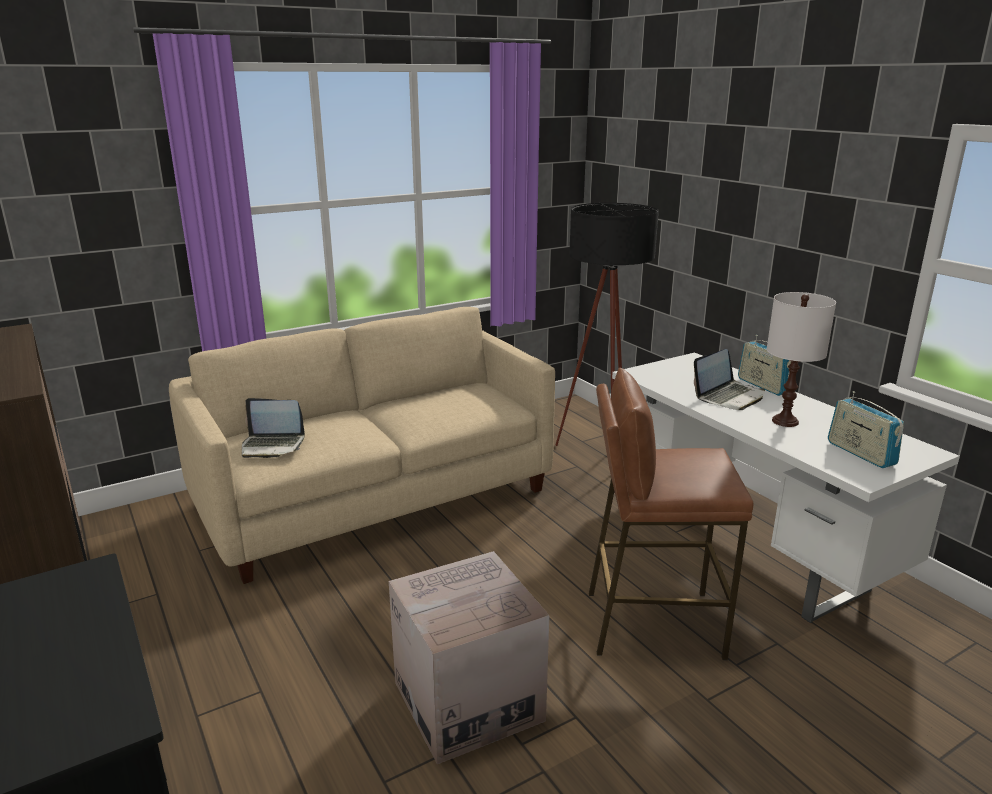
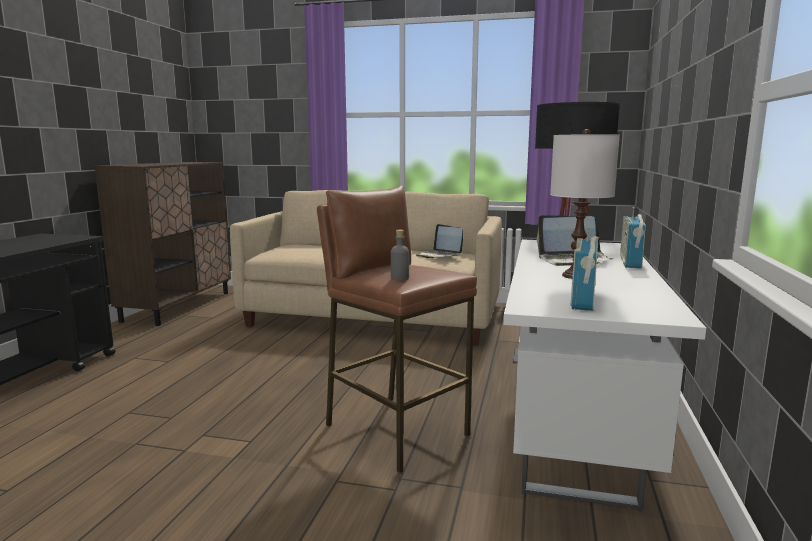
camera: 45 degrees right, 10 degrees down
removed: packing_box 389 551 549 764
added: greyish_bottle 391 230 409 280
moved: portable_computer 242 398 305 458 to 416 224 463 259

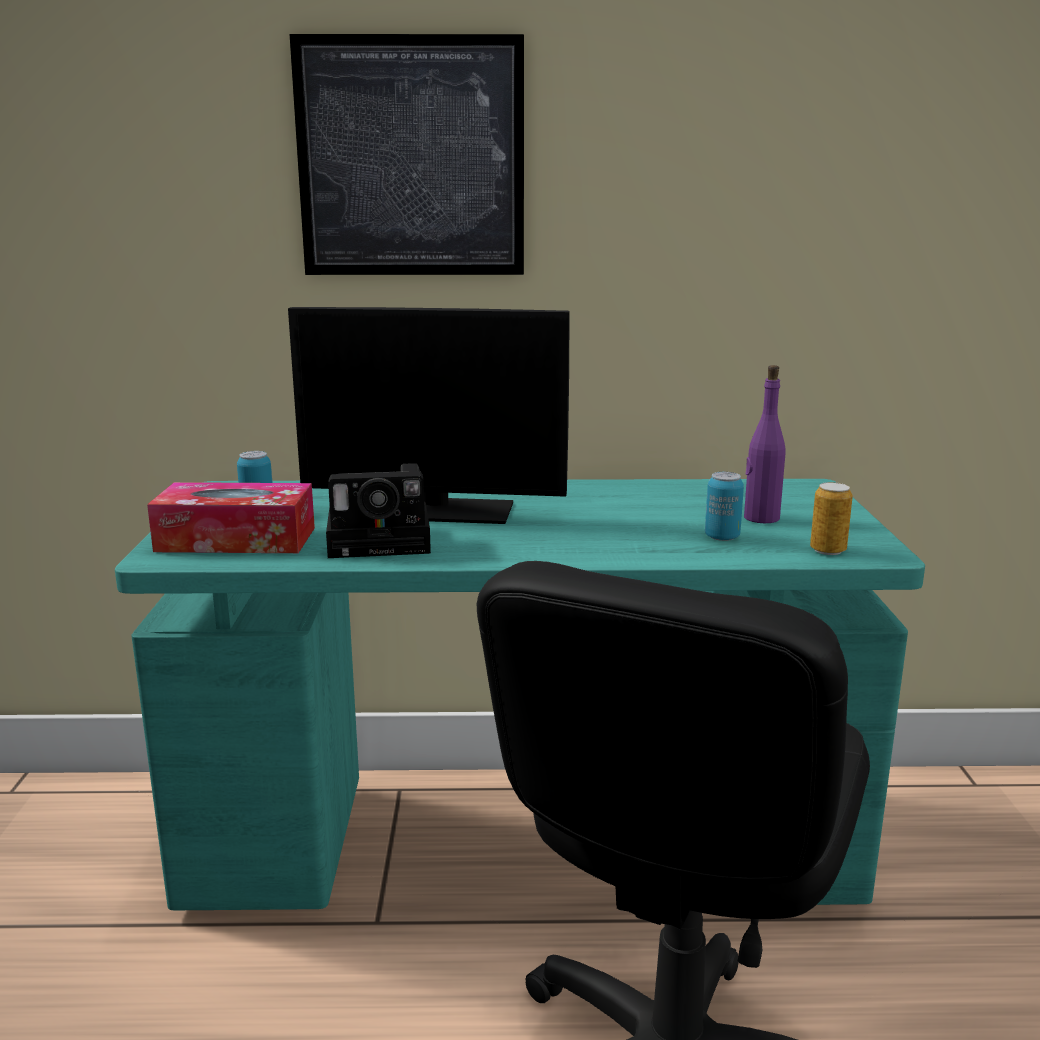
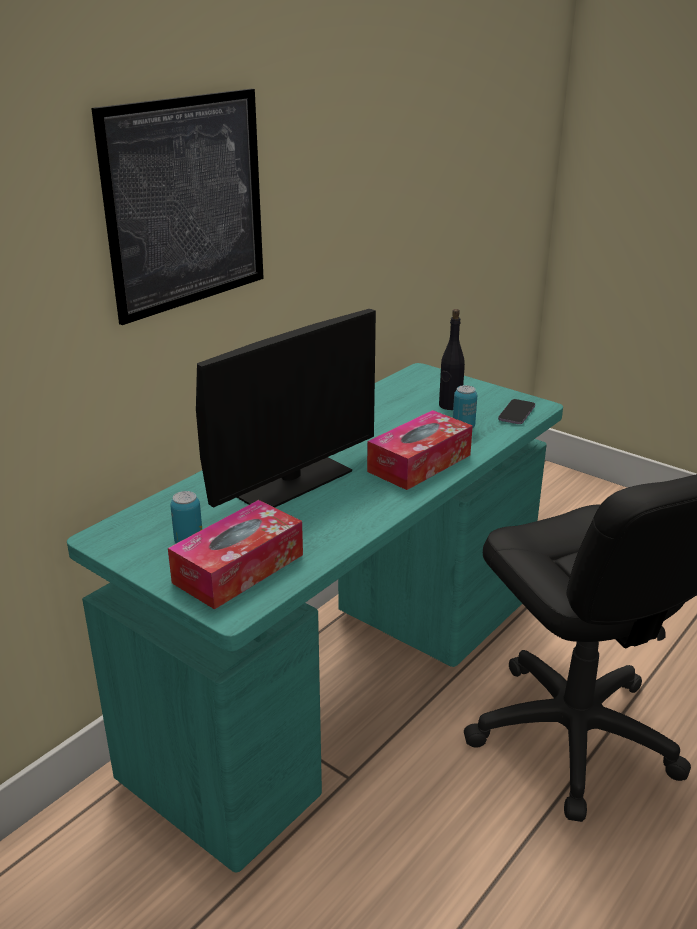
camera: 50 degrees left, 10 degrees up
removed: still_camera 326 463 431 558
added: tissue_holder 367 410 473 490
replaced: sealed_can 810 482 853 555 to telephone 498 399 535 424
recoloured: purplish_bottle 744 365 785 523 to blackish_bottle 439 309 465 410

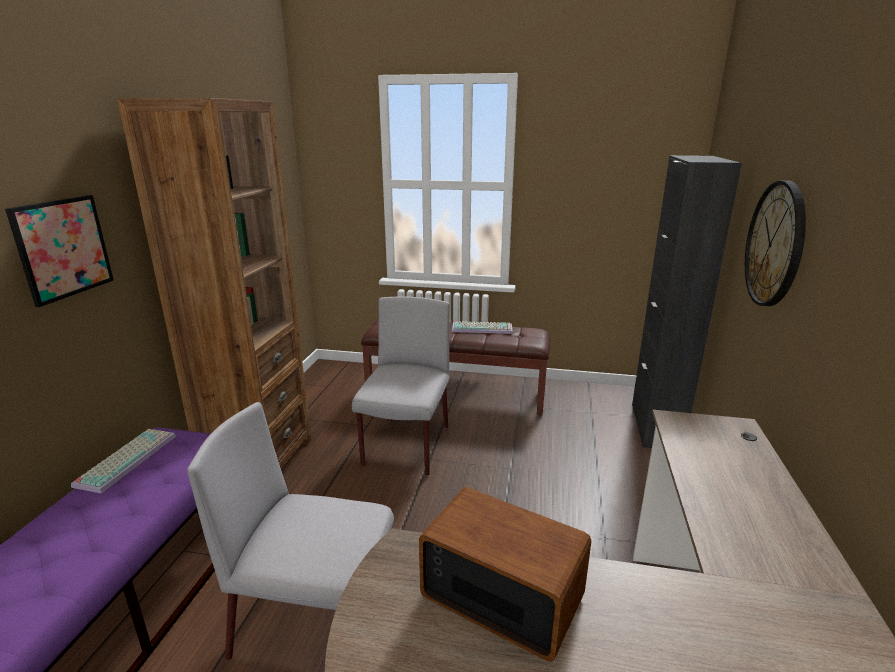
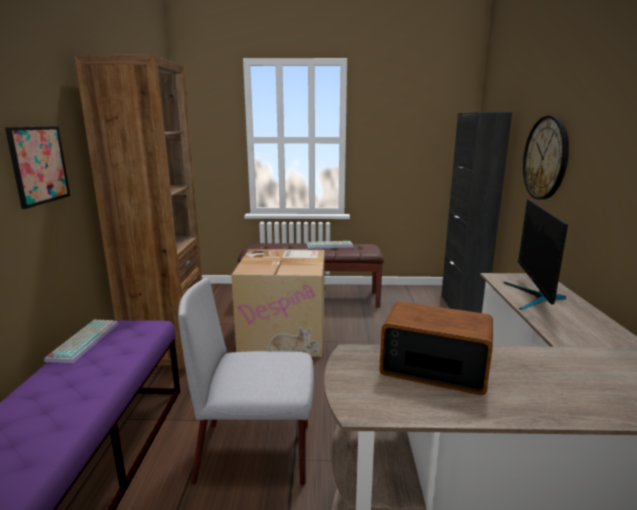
camera: 10 degrees left, 5 degrees down
added: computer_display 504 199 568 310
replaced: greyish_upright_chair 352 297 450 476 to packing_box 231 249 325 357

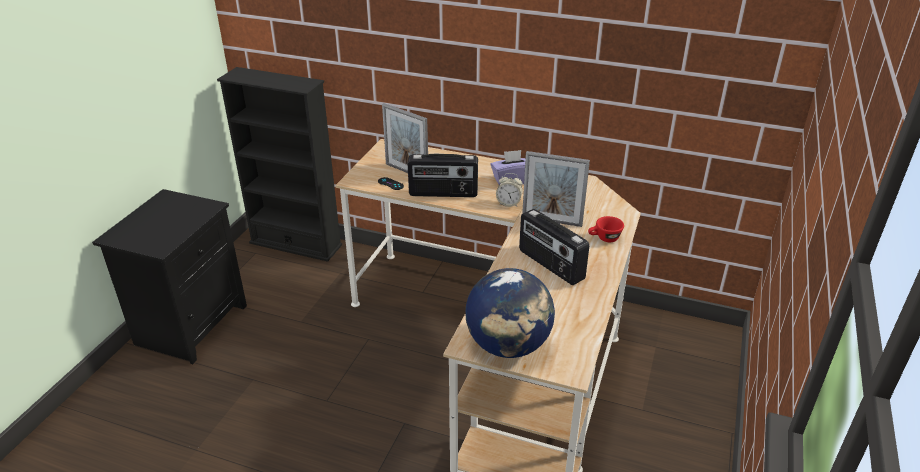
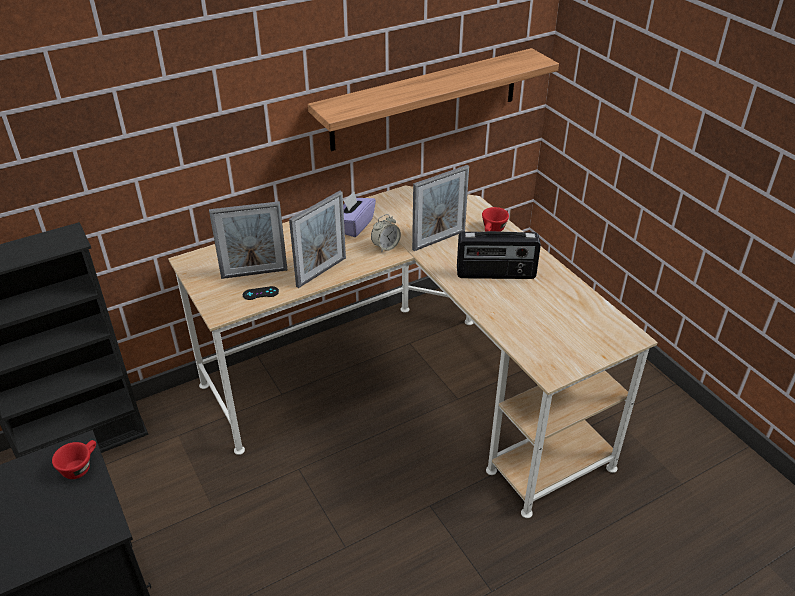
camera: 50 degrees left, 5 degrees up
removed: world_globe 465 268 555 358
added: reddish_small_cup 52 440 96 479; wall_shelf 308 48 559 151
replaced: radio_receiver 408 154 478 197 to picture_frame 289 191 346 288

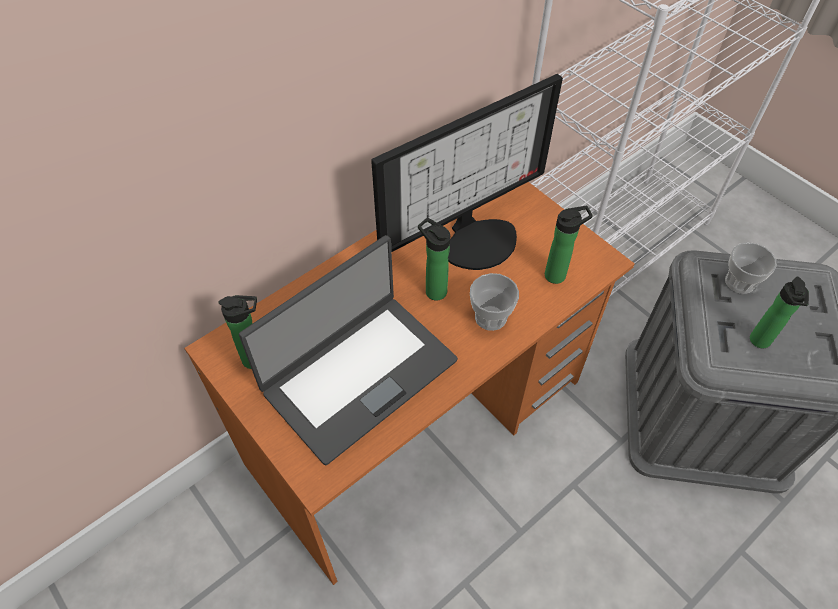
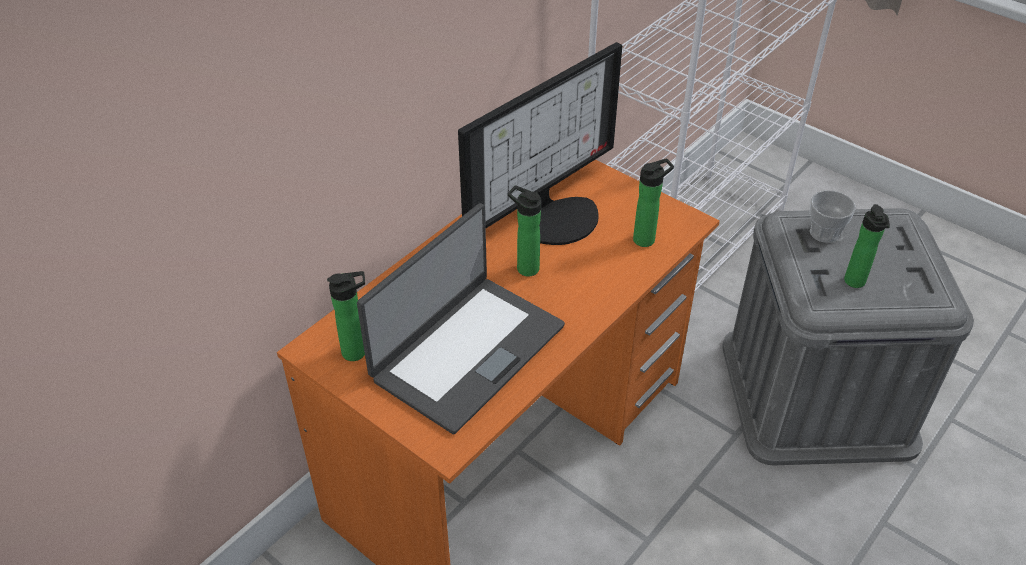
camera: 10 degrees left, 10 degrees down
removed: small_cup 470 273 519 331

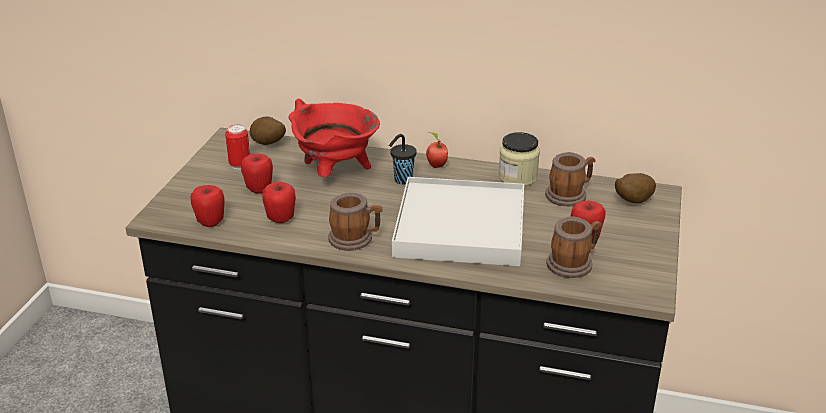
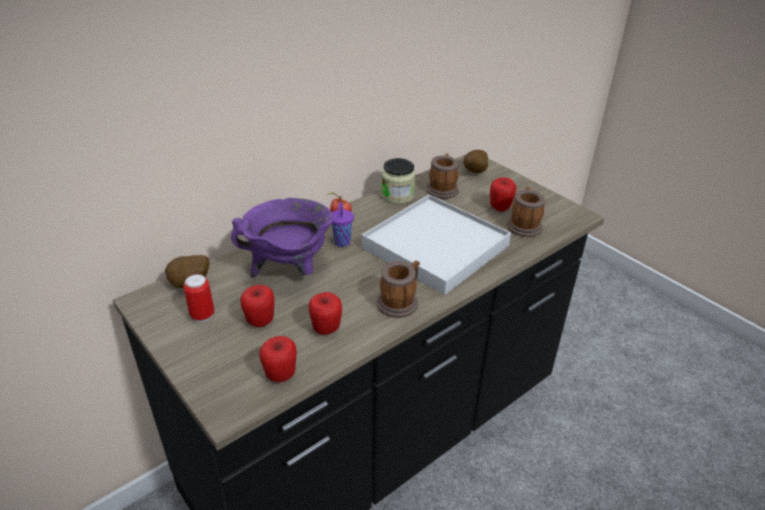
camera: 55 degrees left, 5 degrees up
recoloured: reddish_stockpot 289 99 380 177 to purplish_stockpot 231 198 334 278; blackish_small_cup 389 134 417 185 to purplish_small_cup 332 202 354 247

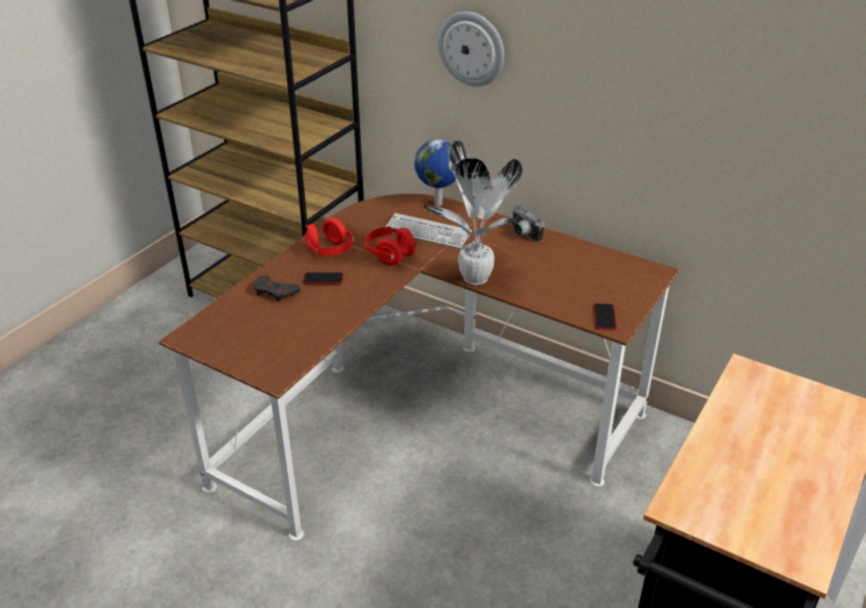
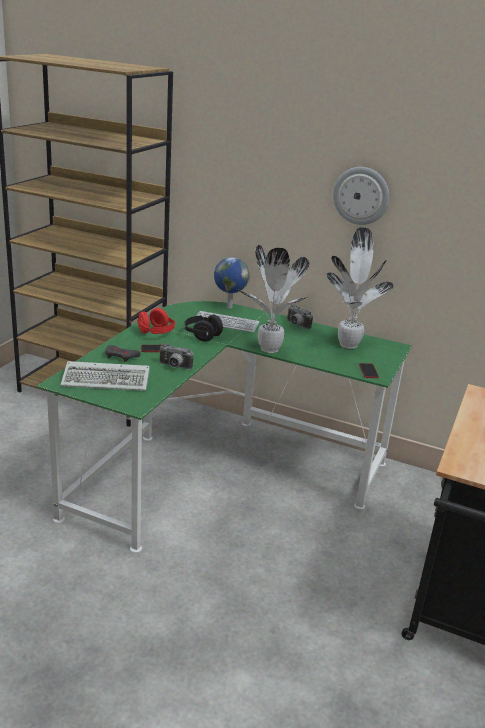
camera: 10 degrees left, 10 degrees down
added: PC_keyboard 60 361 150 391; still_camera 159 343 194 369; plant_in_a_pot 326 227 394 349
moved: wall_clock 438 11 504 86 to 333 167 389 225
recoloured: brown-coloured_desk_table 159 194 679 541 to green_desk_table 37 301 412 553; reddish_headset 364 227 417 266 to blackish_headset 184 314 224 342

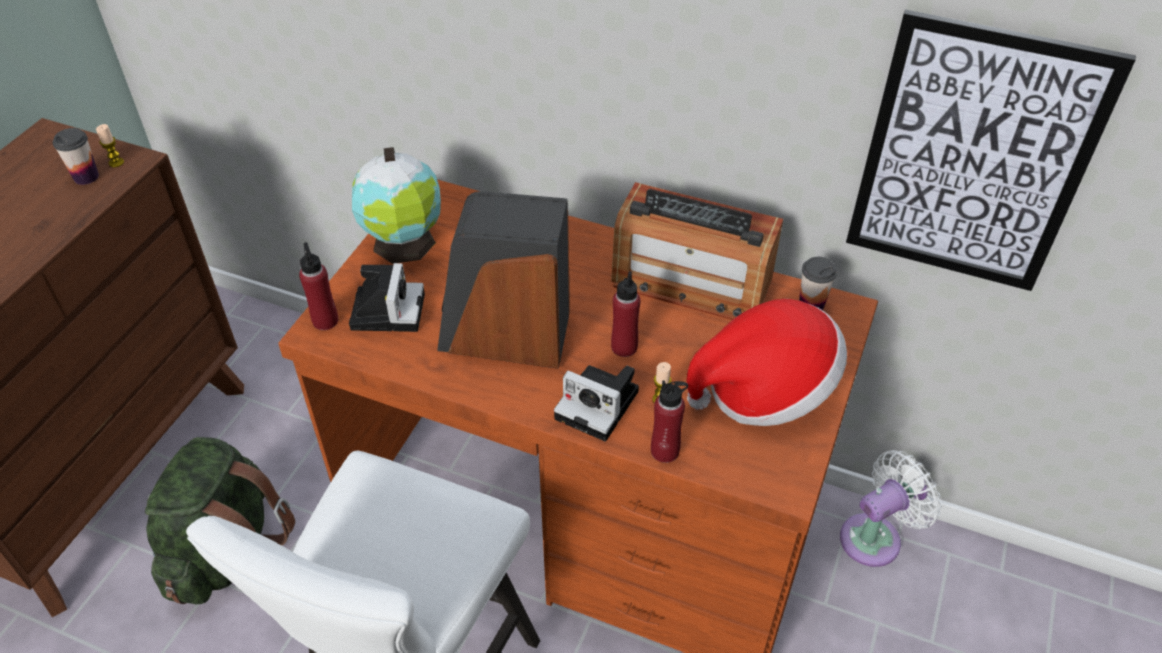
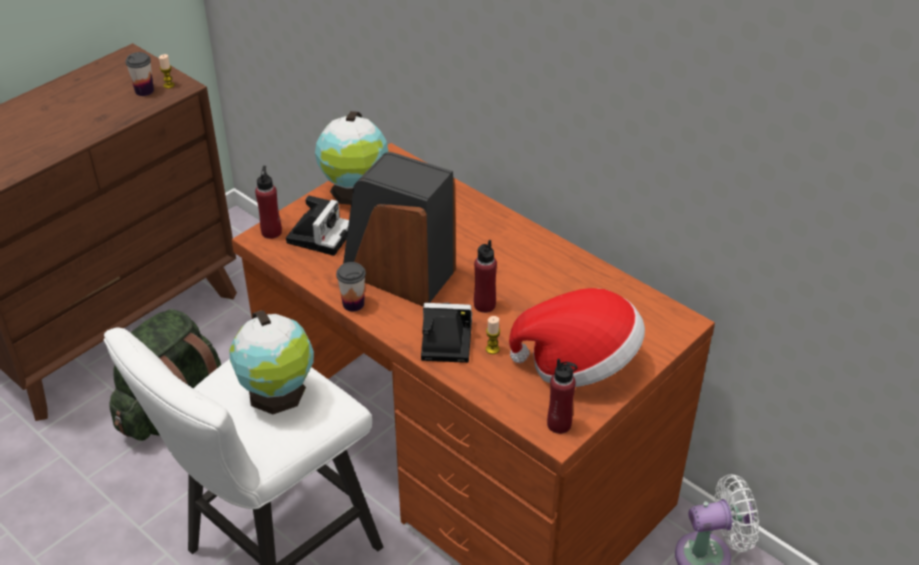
camera: 20 degrees right, 5 degrees down
removed: radio_receiver 611 182 783 320; wall_art 846 9 1136 291
added: world_globe 230 310 314 414
moved: small_cup 799 257 837 310 to 336 262 366 312; reddish_bottle 651 381 688 463 to 547 359 577 434
turned: still_camera 554 365 639 442 = 421 303 472 363 135 degrees clockwise

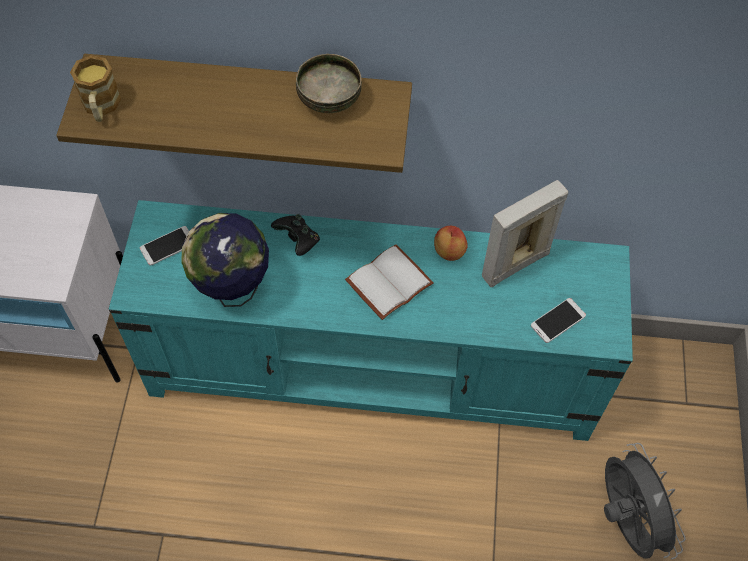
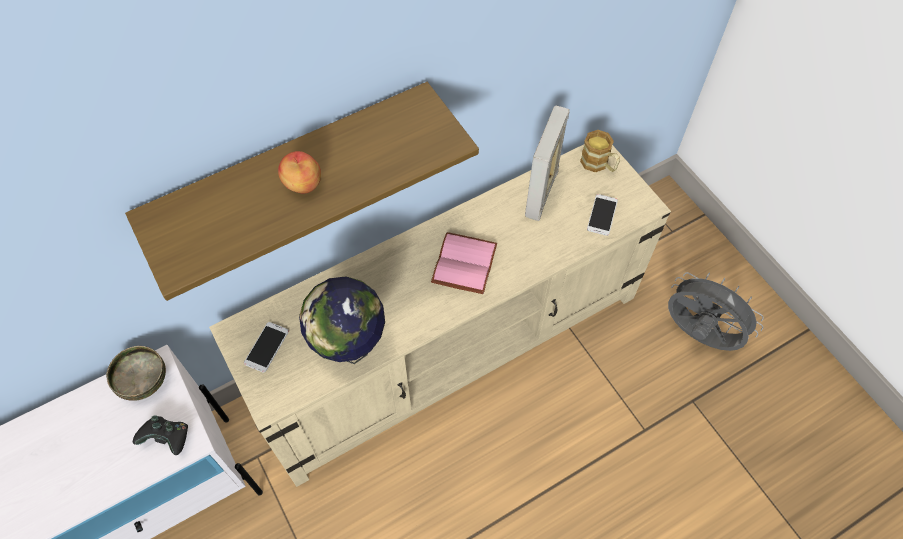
camera: 35 degrees left, 0 degrees up
moved: bowl 296 54 362 113 to 106 346 166 401; blackish_joypad 271 214 320 256 to 133 415 188 455; whole_apple 434 226 468 261 to 278 151 321 193; coffee_mug 70 55 121 122 to 580 130 620 172
recoloured: turquoise-coloured_tv_stand 109 200 633 441 to sand-coloured_tv_stand 209 144 671 487; white_bound_book 345 244 433 320 to pink_bound_book 431 232 497 294

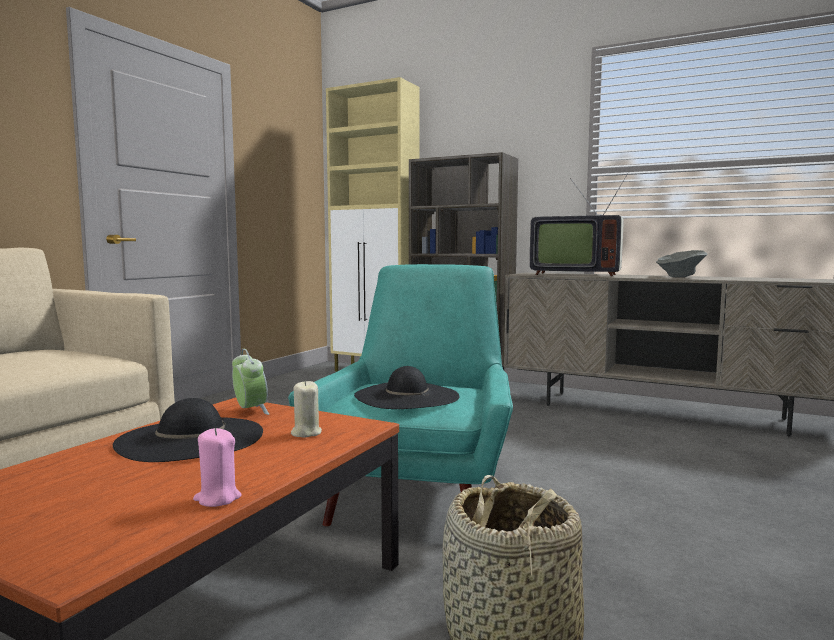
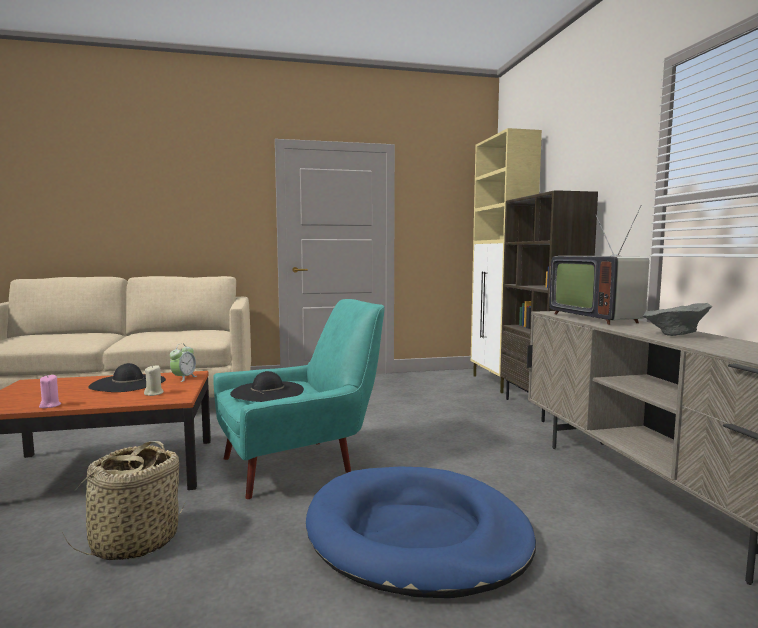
camera: 50 degrees right, 0 degrees up
added: blue-coloured_dog_cushion 306 466 536 598

